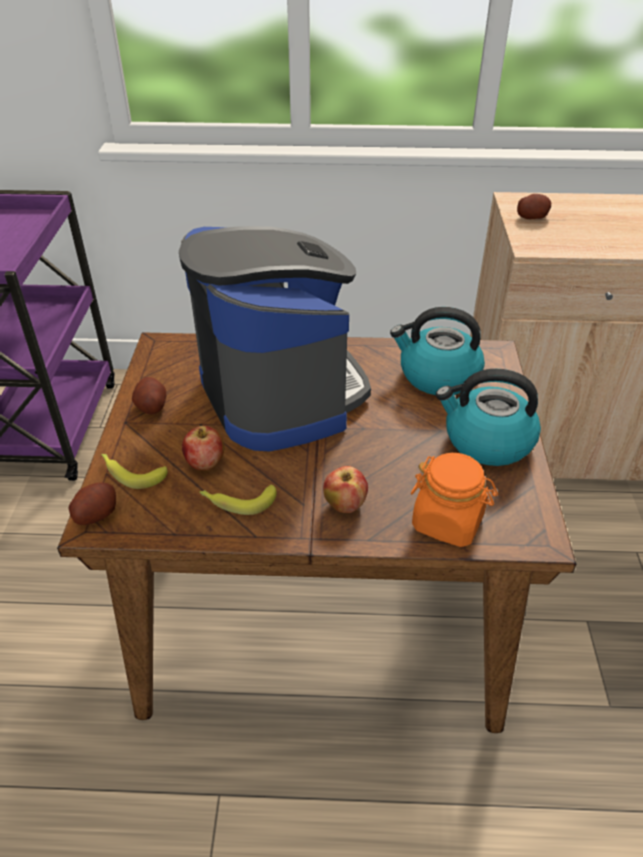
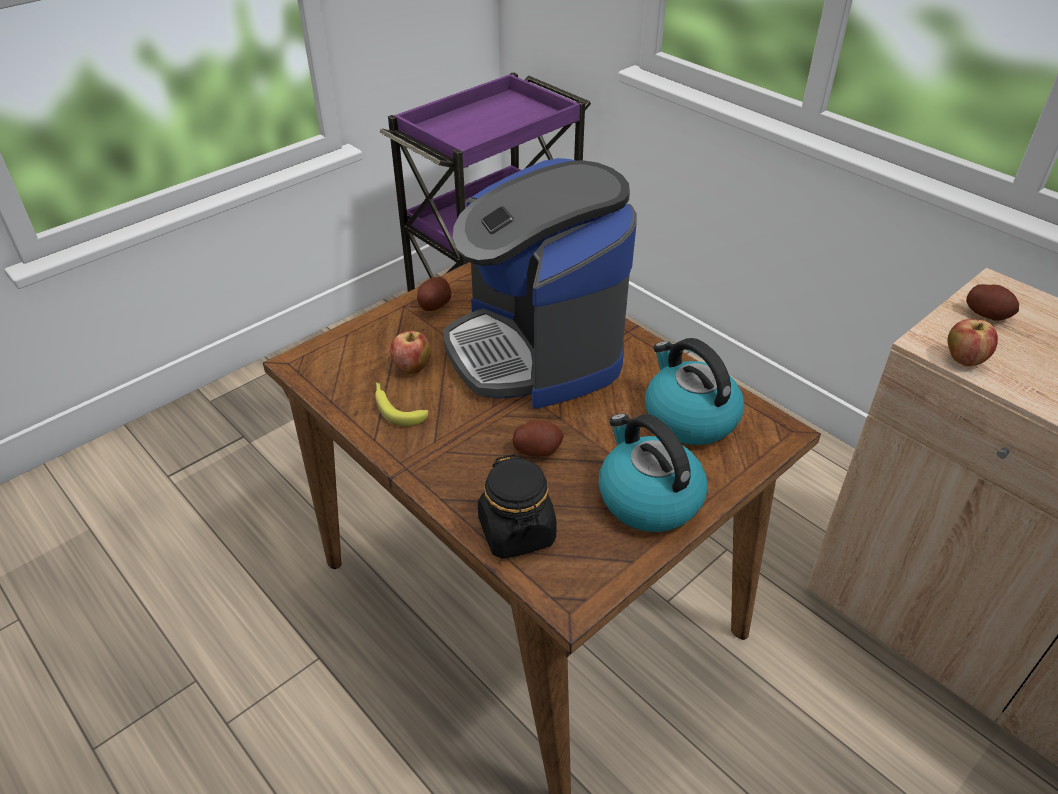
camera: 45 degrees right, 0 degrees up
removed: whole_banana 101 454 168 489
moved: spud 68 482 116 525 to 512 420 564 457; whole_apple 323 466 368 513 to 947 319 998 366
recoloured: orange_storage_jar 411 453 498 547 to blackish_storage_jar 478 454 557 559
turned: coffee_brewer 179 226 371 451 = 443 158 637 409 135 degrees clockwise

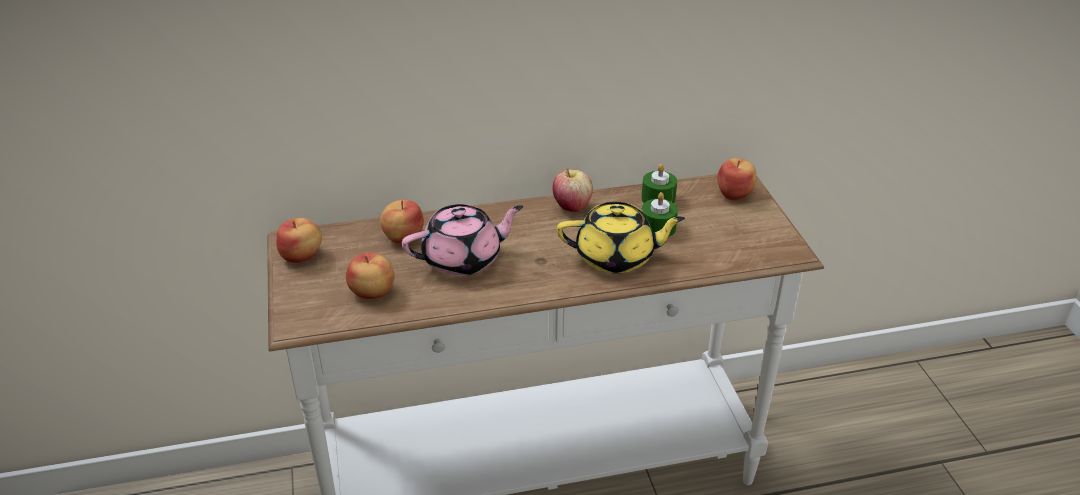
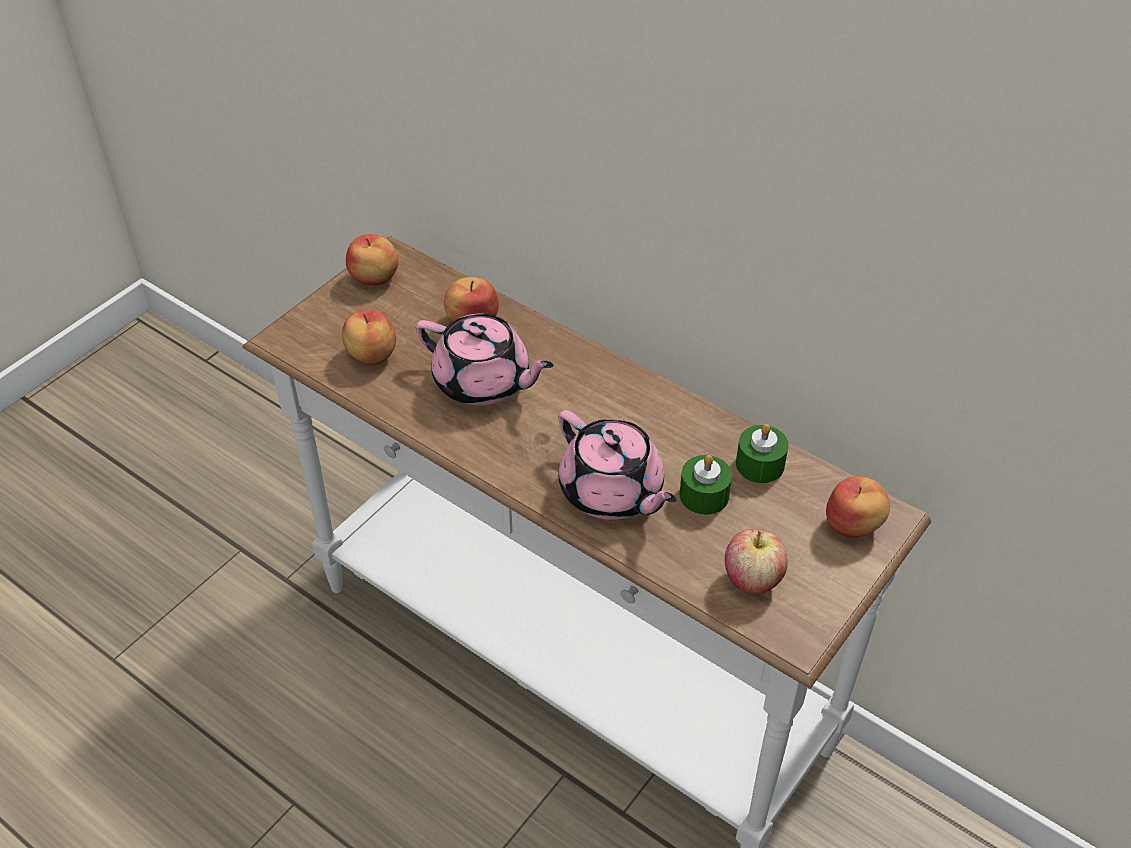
camera: 50 degrees right, 10 degrees up
moved: whole_apple 553 168 593 212 to 725 529 788 594
recoloured: yellow-coloured_pot_for_tea 557 202 685 273 to pink_pot_for_tea 558 410 677 520

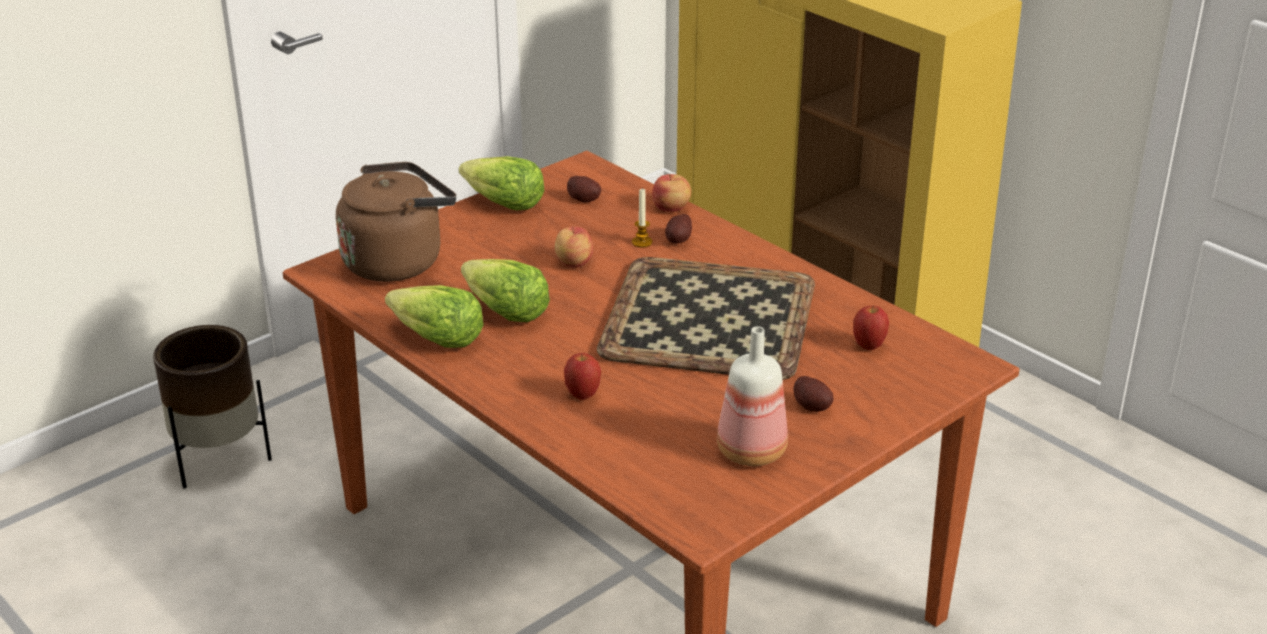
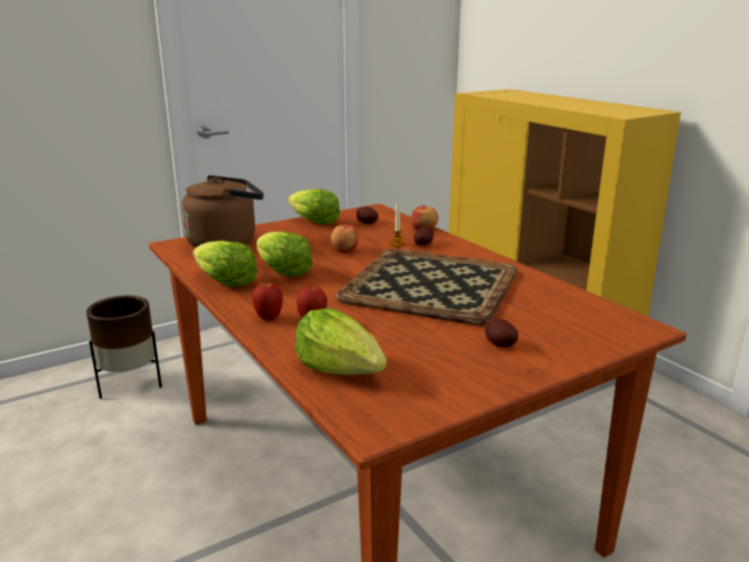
camera: 10 degrees right, 10 degrees down
removed: bottle 717 326 788 466
added: lettuce 295 308 387 375
moved: whole_apple 853 306 889 350 to 252 282 283 321

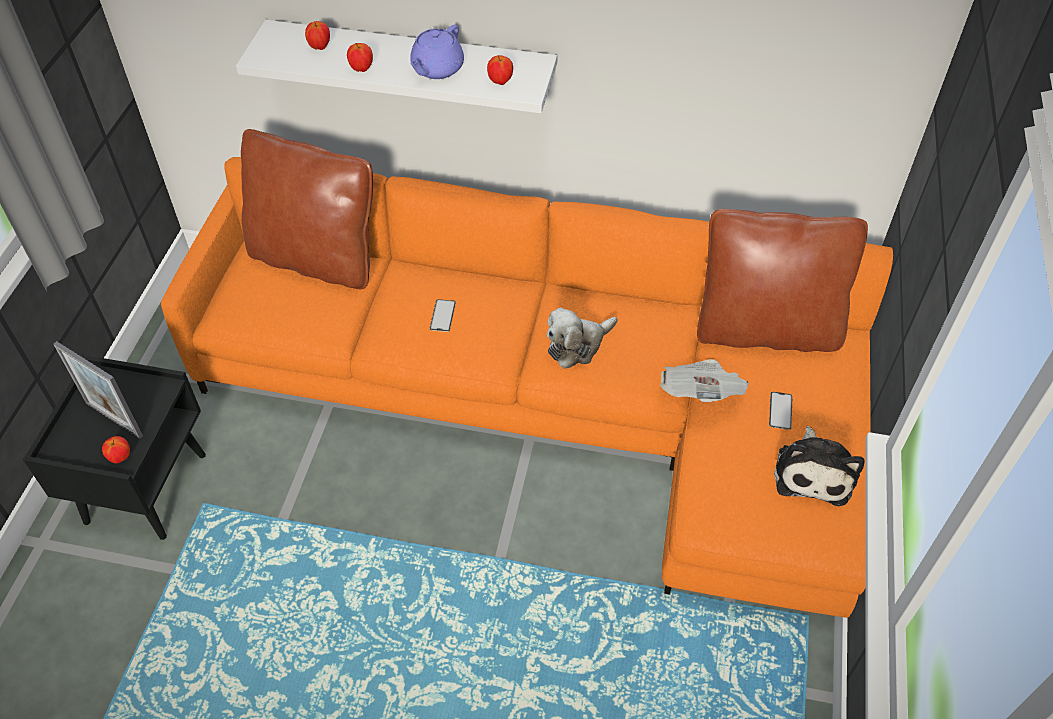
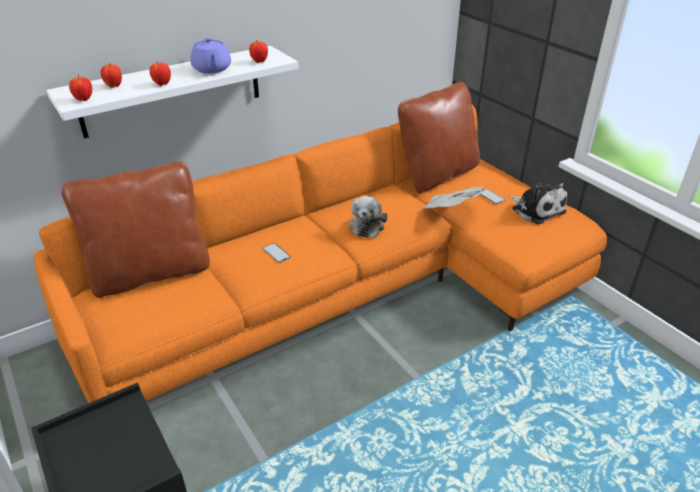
camera: 45 degrees left, 15 degrees down
removed: picture_frame 53 341 143 438
moved: whole_apple 102 436 130 463 to 69 75 92 101

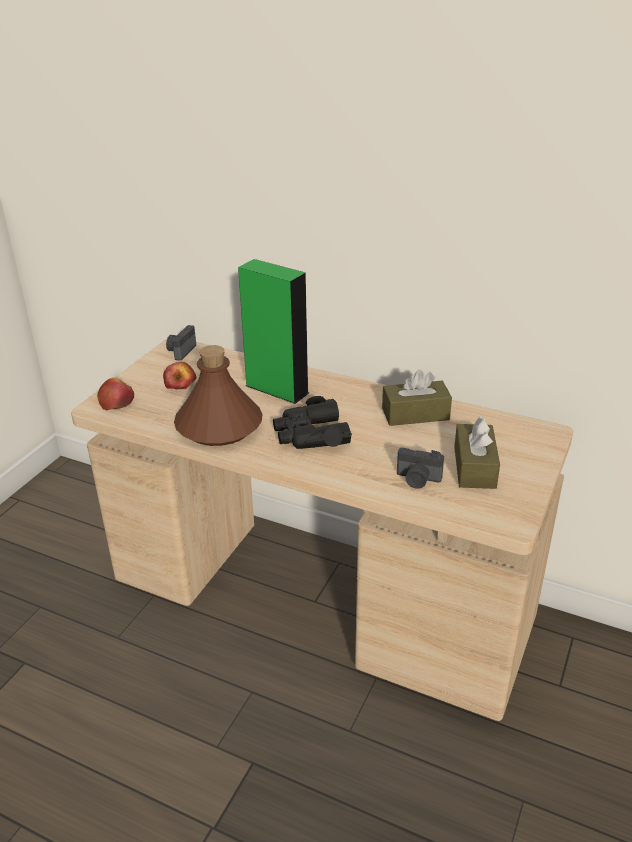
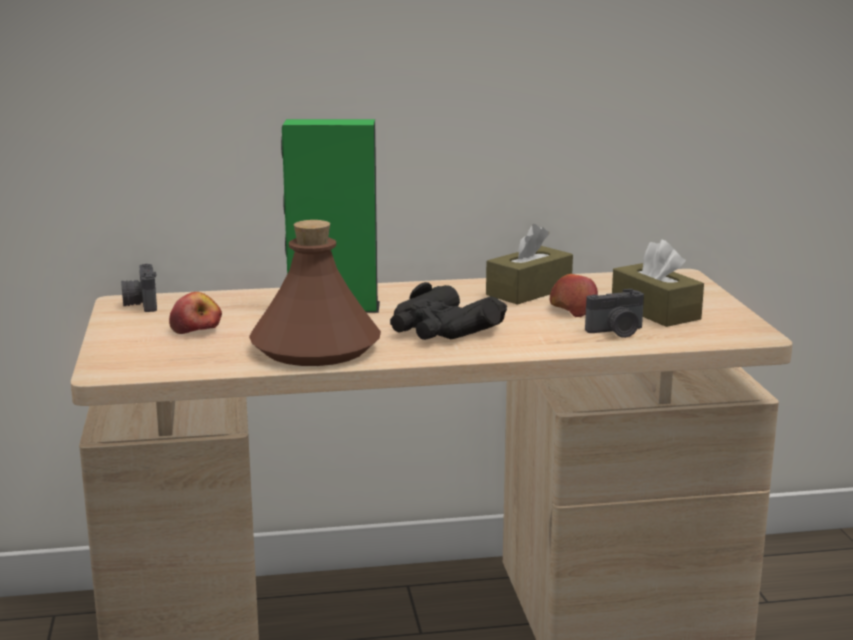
camera: 35 degrees left, 15 degrees down
moved: whole_apple 97 378 134 410 to 550 274 598 317

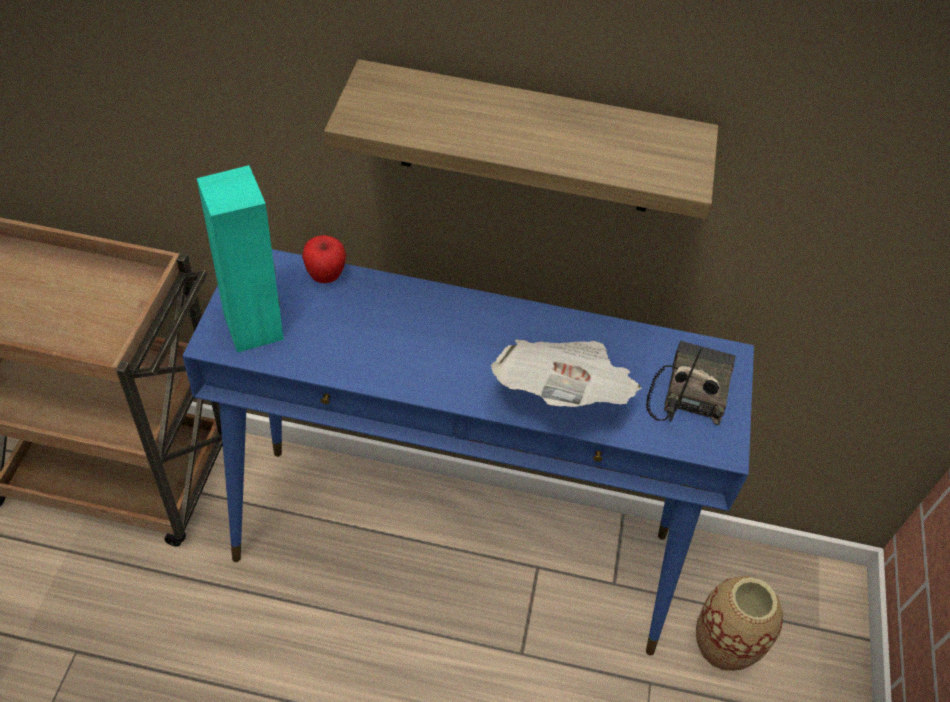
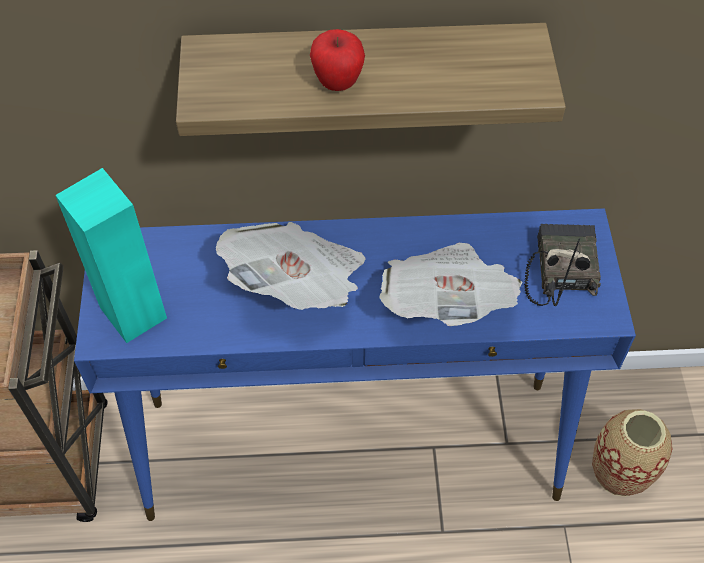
camera: 10 degrees left, 5 degrees up
added: daily_paper 216 222 366 310
moved: whole_apple 302 235 346 284 to 310 29 365 91

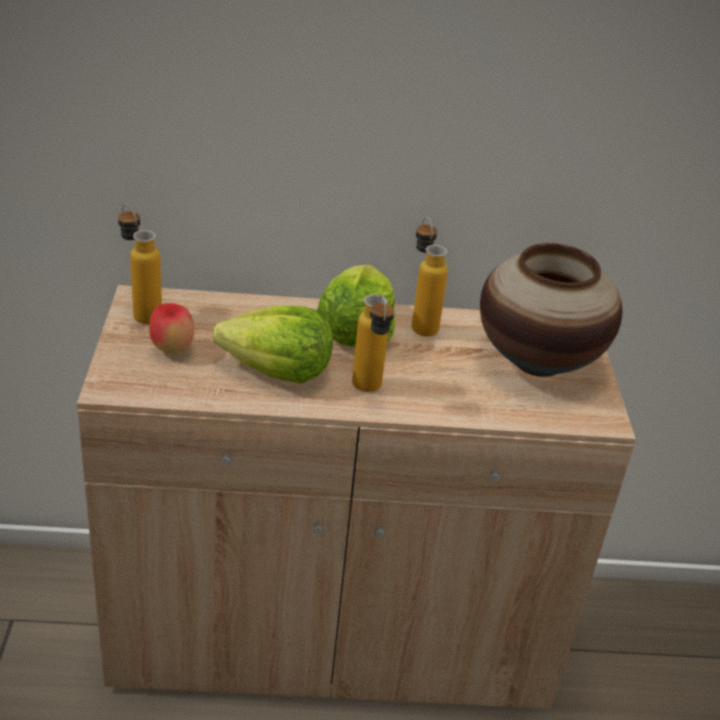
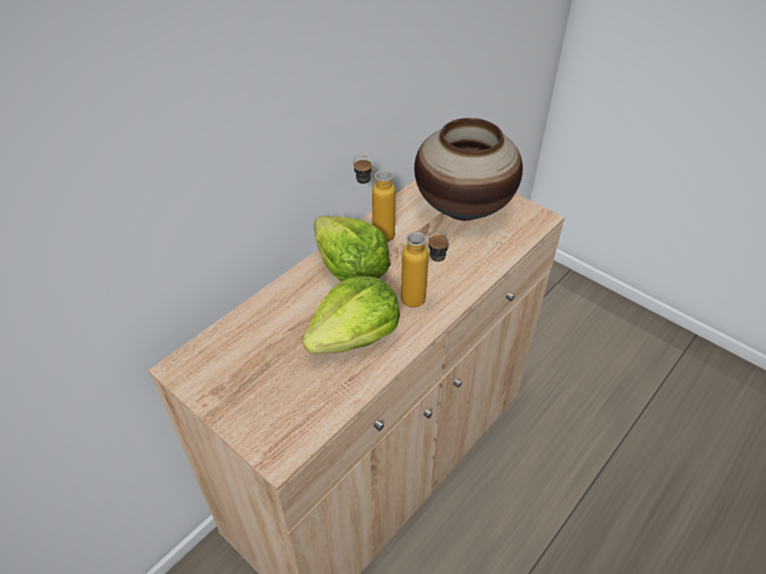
camera: 45 degrees left, 10 degrees up
removed: bottle 118 203 162 324; whole_apple 149 303 194 355

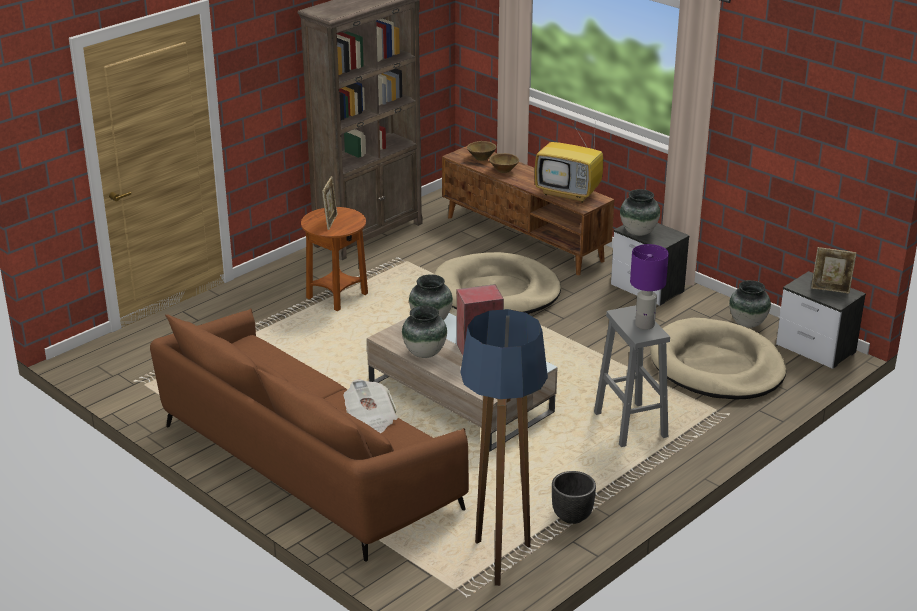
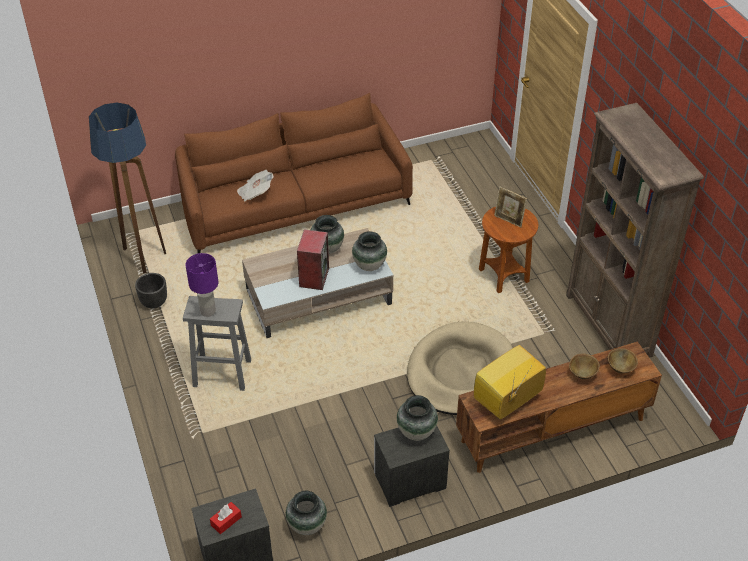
camera: 115 degrees right, 15 degrees up
removed: sand-coloured_dog_cushion 650 318 787 399
replaced: picture_frame 811 247 857 294 to reddish_tissue_holder 210 502 242 534

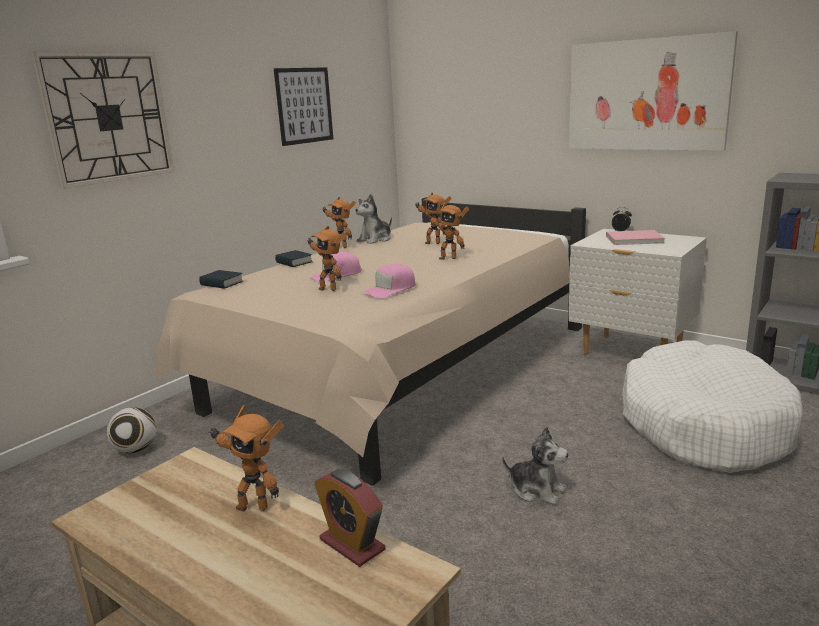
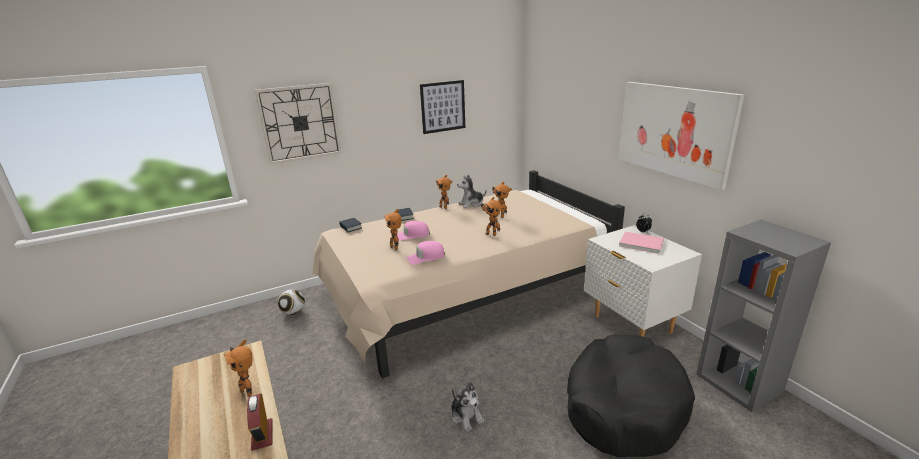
camera: 25 degrees right, 5 degrees up
recoloured: white_dog_cushion 622 340 803 473 to blackish_dog_cushion 567 334 695 457

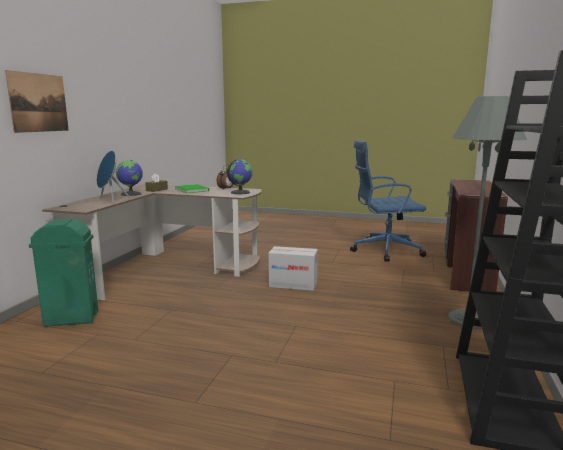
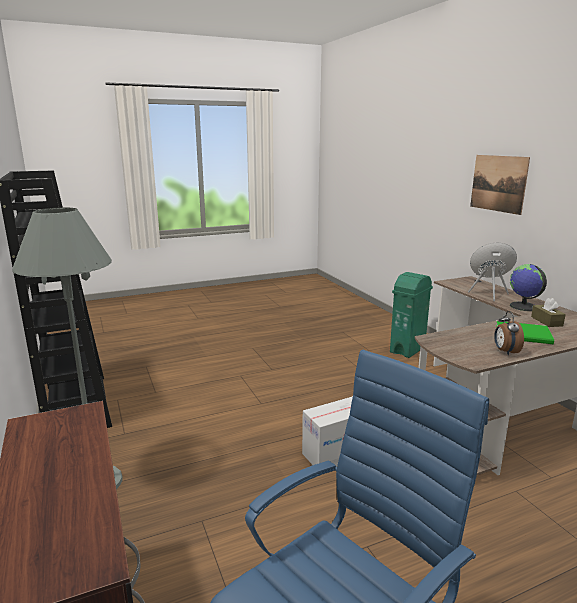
camera: 140 degrees right, 5 degrees up
removed: world_globe 227 159 253 194

